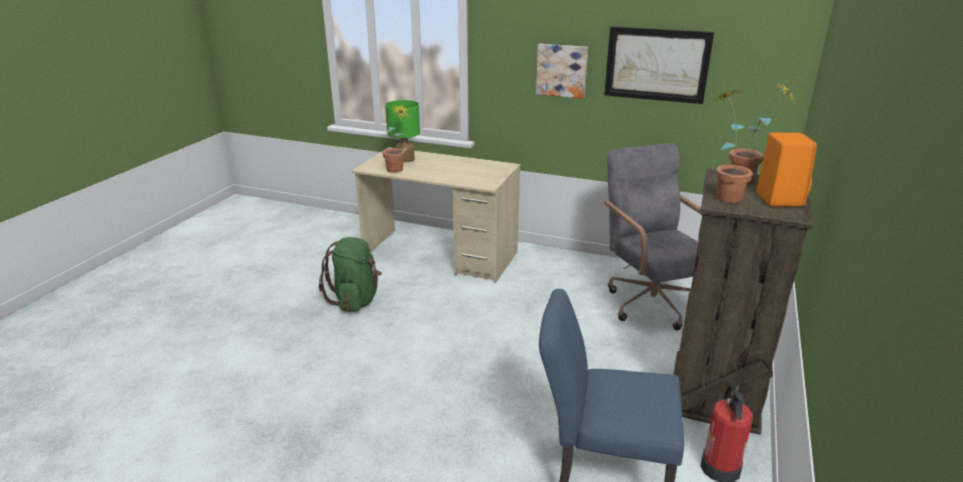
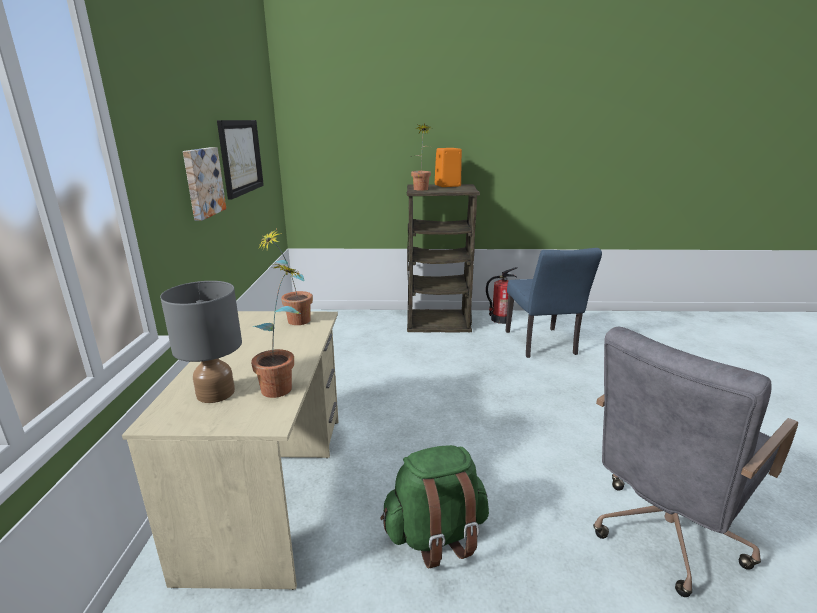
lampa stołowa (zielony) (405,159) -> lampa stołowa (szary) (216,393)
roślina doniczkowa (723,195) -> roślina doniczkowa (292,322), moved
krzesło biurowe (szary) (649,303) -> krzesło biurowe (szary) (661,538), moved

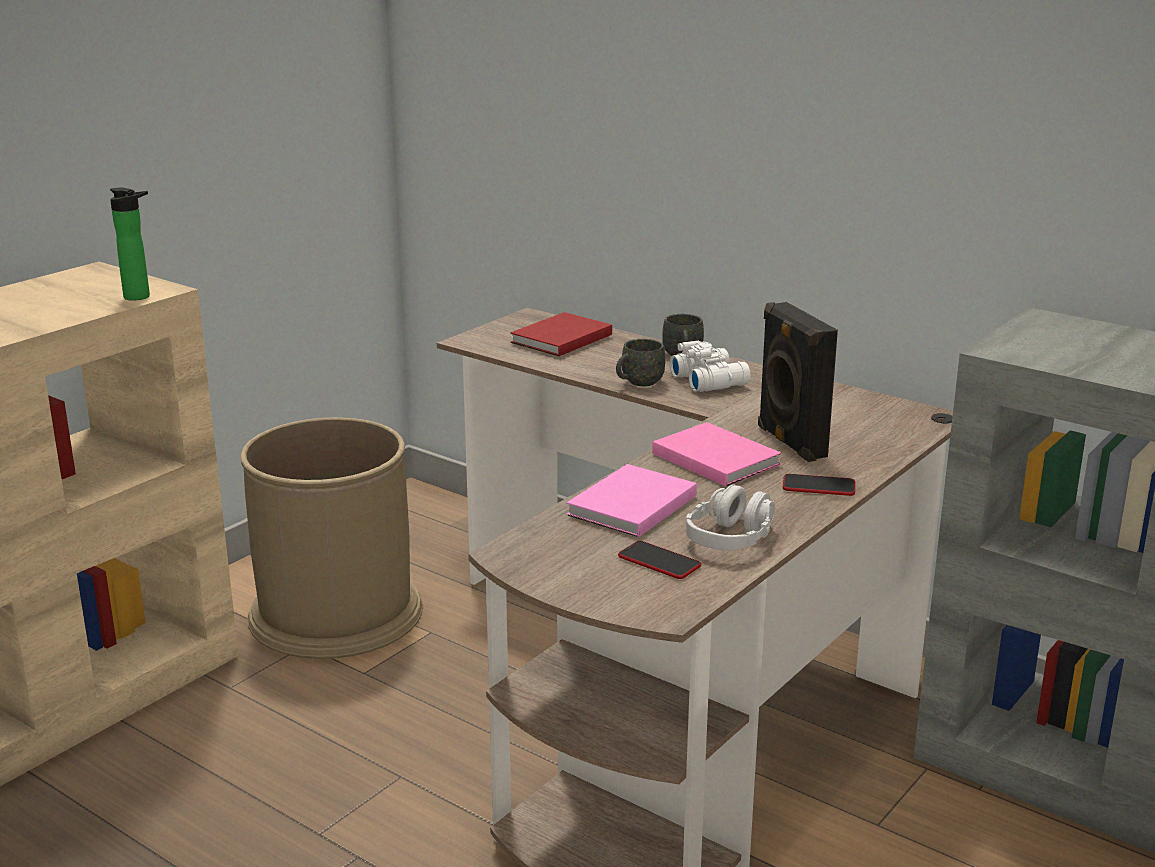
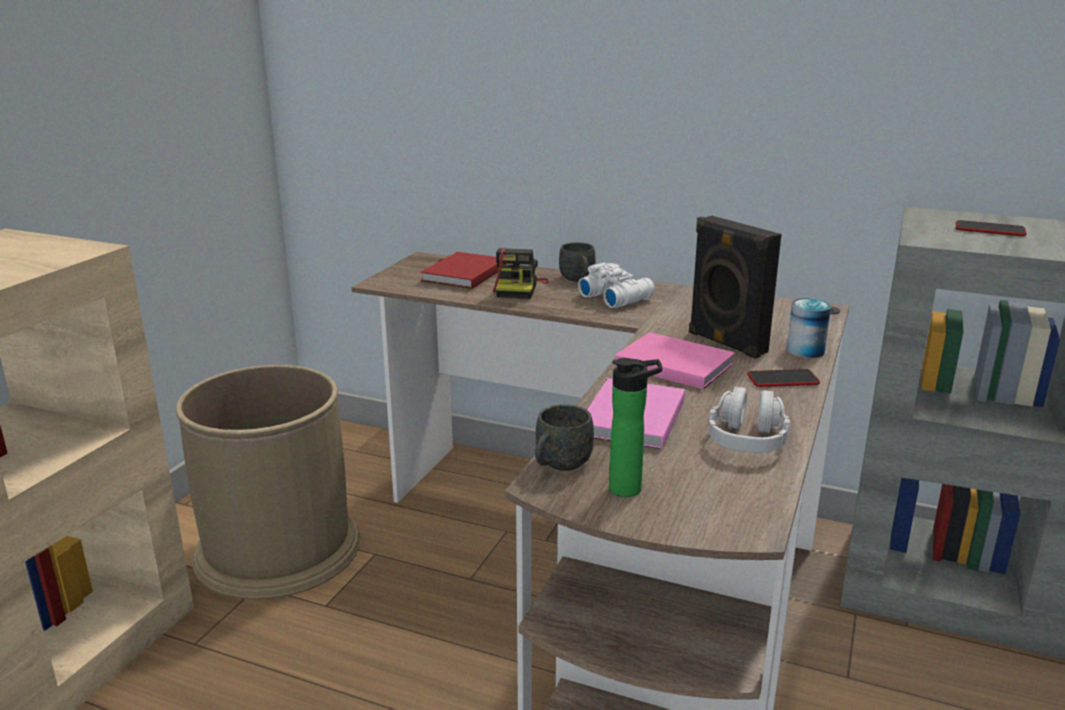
none -> aparat fotograficzny (519,288)
kubek (szary) (638,383) -> kubek (szary) (559,465), moved
butelka (140,297) -> butelka (630,489), moved
none -> puszka (805,350)
telefon (659,561) -> telefon (989,230), moved

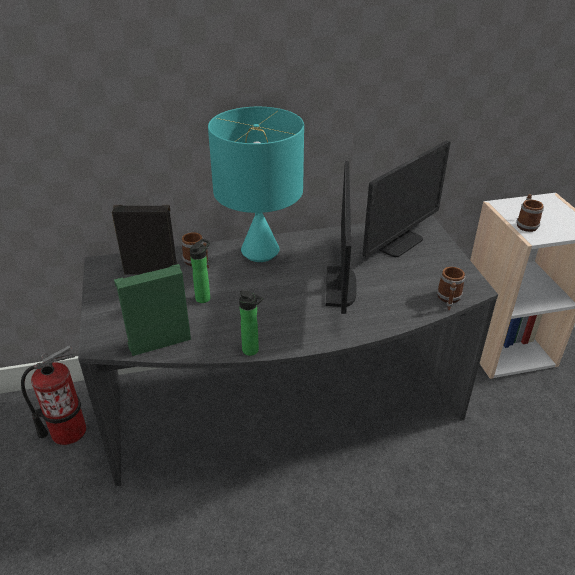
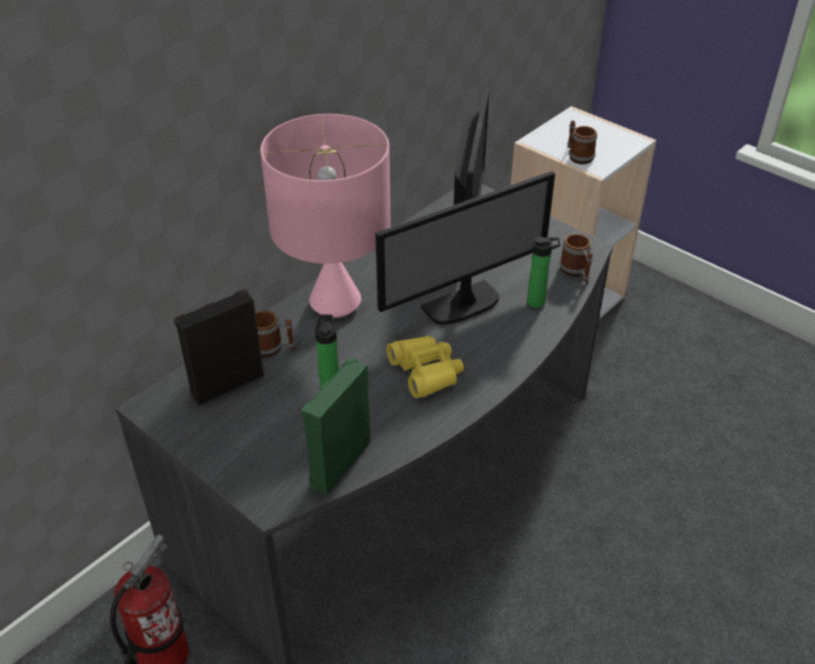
lampa stołowa (turkusowy) (260,253) -> lampa stołowa (różowy) (335,304)
monitor (341,287) -> monitor (463,305), 90 degrees clockwise
none -> lornetka (żółty) (426,372)
butelka (252,351) -> butelka (539,302), moved

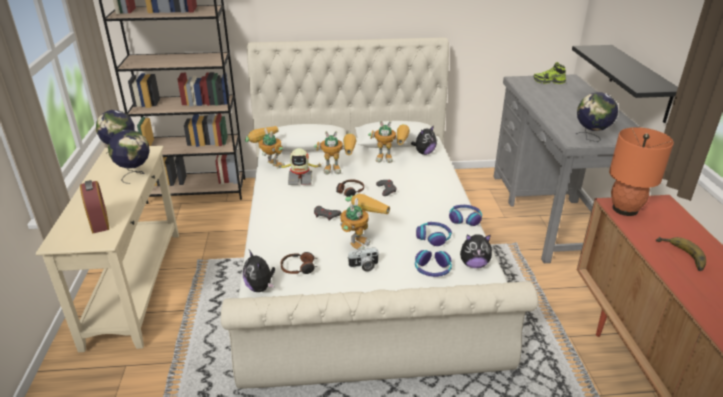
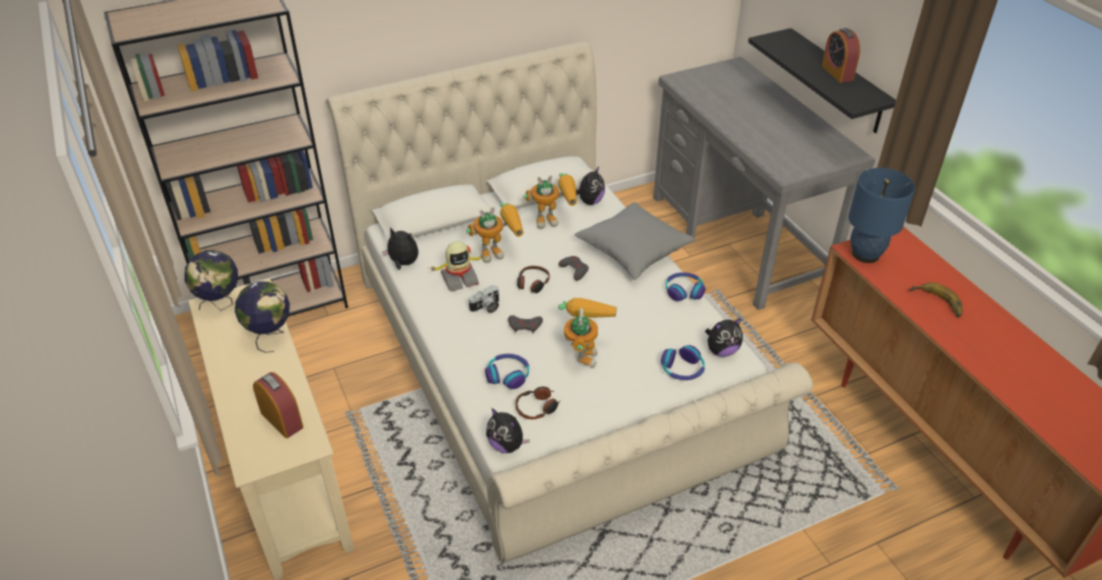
robot zabawkowy (269,164) -> pluszak (403,263)
aparat fotograficzny (364,266) -> aparat fotograficzny (486,307), moved
słuchawki (433,237) -> słuchawki (508,375), moved
none -> poduszka (szary) (633,250)
none -> budzik (837,73)
lampa stołowa (pomarańczowy) (625,209) -> lampa stołowa (niebieski) (865,254)
but (549,81) -> none
globus (591,138) -> none

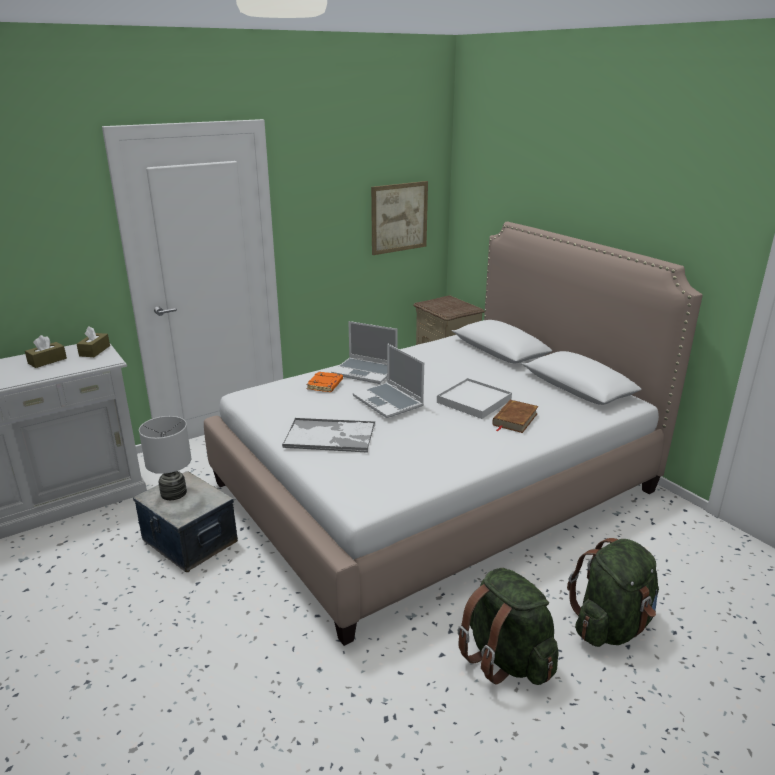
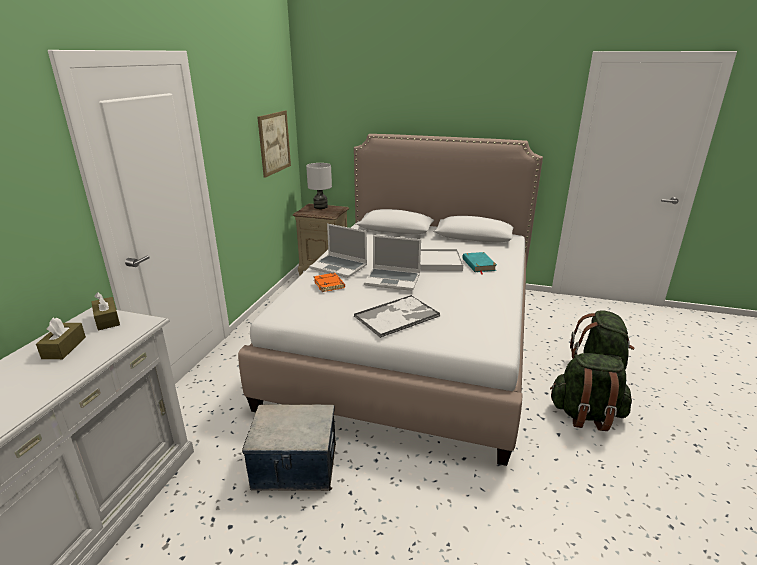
lampa stołowa (szary) (174,493) -> lampa stołowa (szary) (320,207), moved
laptop (366,372) -> laptop (339,267), 45 degrees clockwise
książka (brązowy) (514,419) -> książka (turkusowy) (478,265)

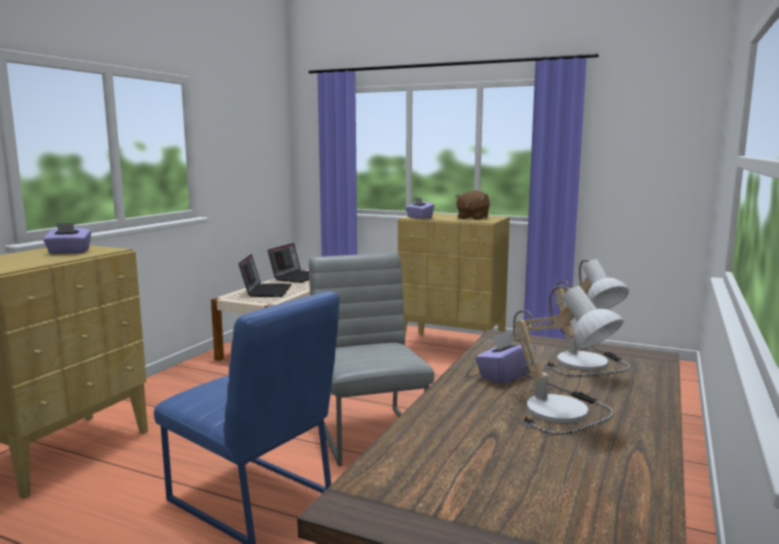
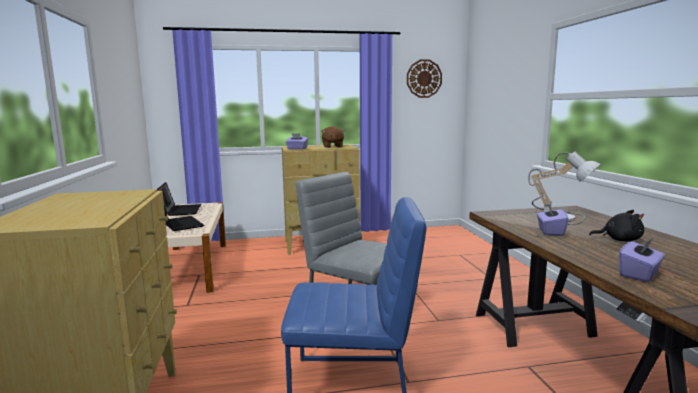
none -> zegar ścienny (424,78)
lampa stołowa (564,410) -> pluszak (czarny) (619,240)
pudełko chusteczek (fioletowy) (69,252) -> pudełko chusteczek (fioletowy) (639,274), moved

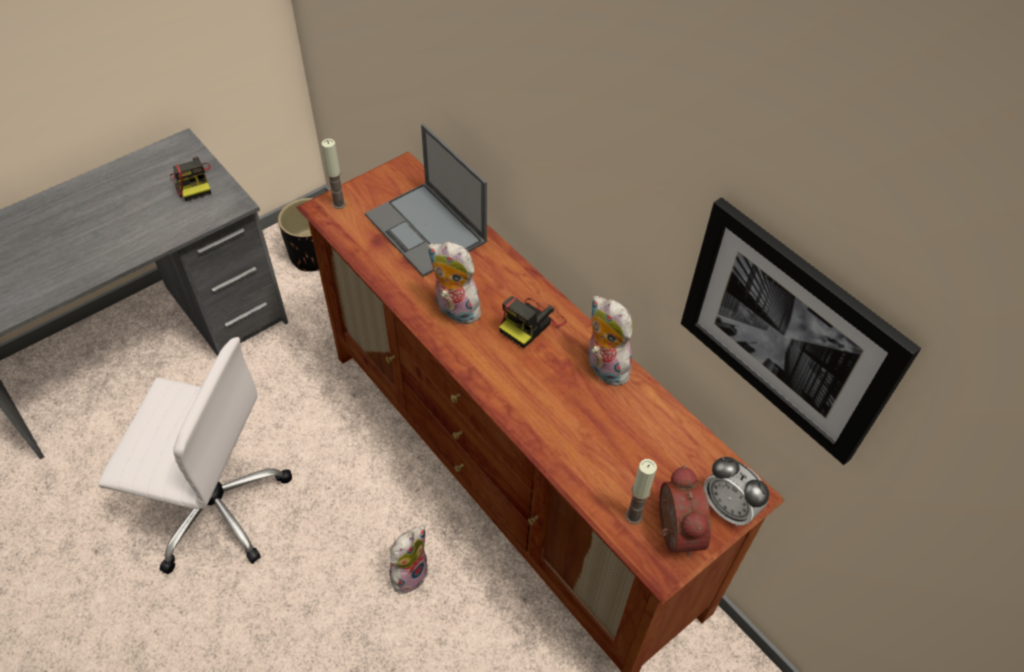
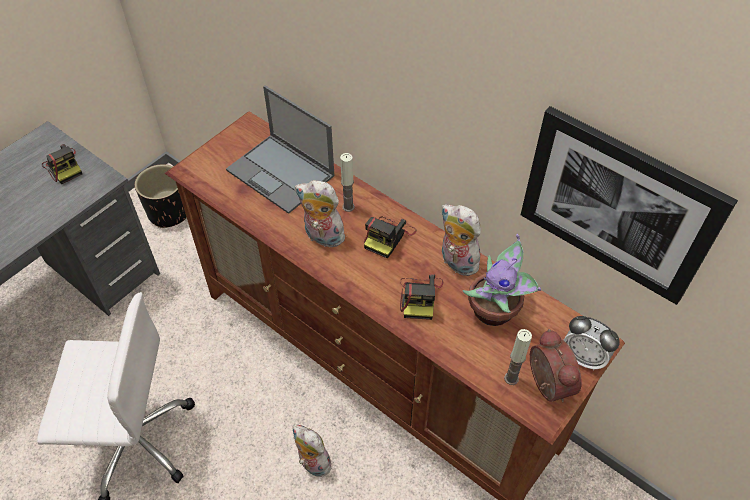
pluszak (408,572) -> pluszak (312,463), 75 degrees counterclockwise
świeca (339,204) -> świeca (348,207), moved
none -> aparat fotograficzny (420,297)
none -> roślina doniczkowa (495,311)

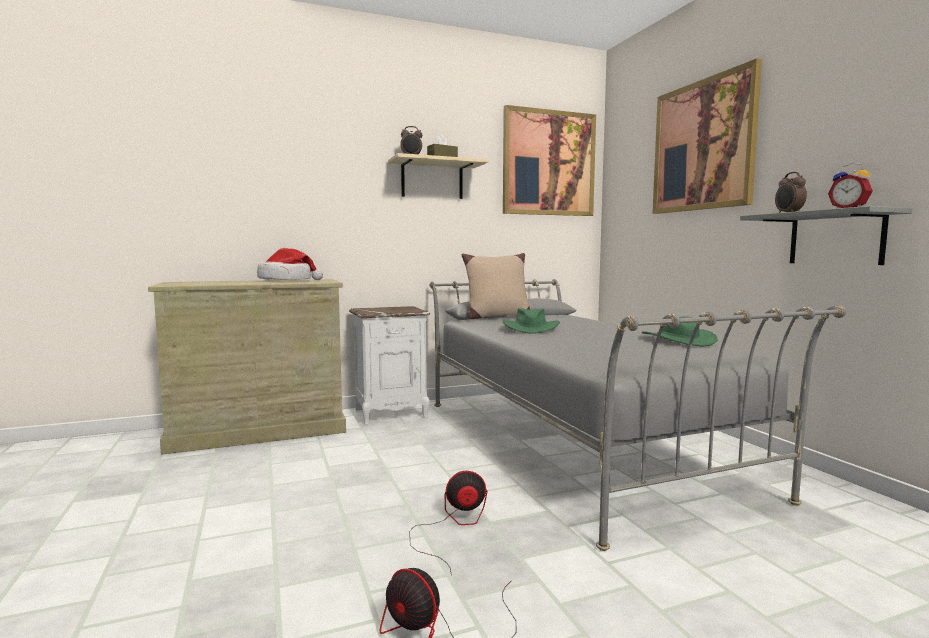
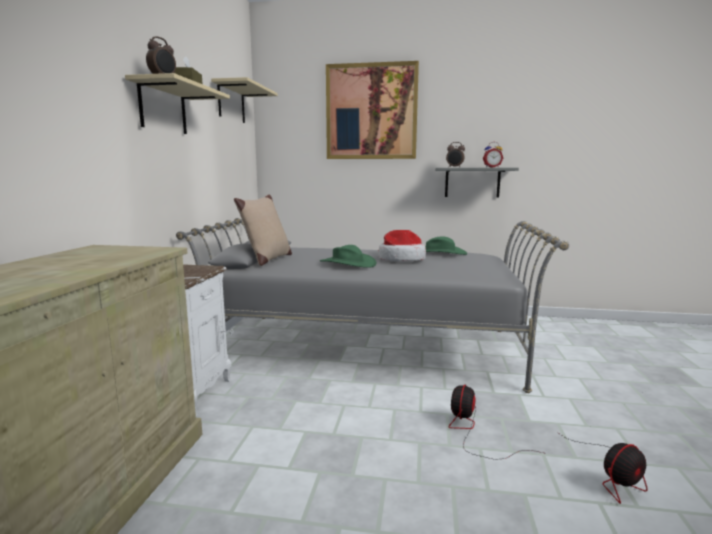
obraz (549,163) -> półka (beżowy) (231,103)
kapelusz (287,281) -> kapelusz (401,259), moved

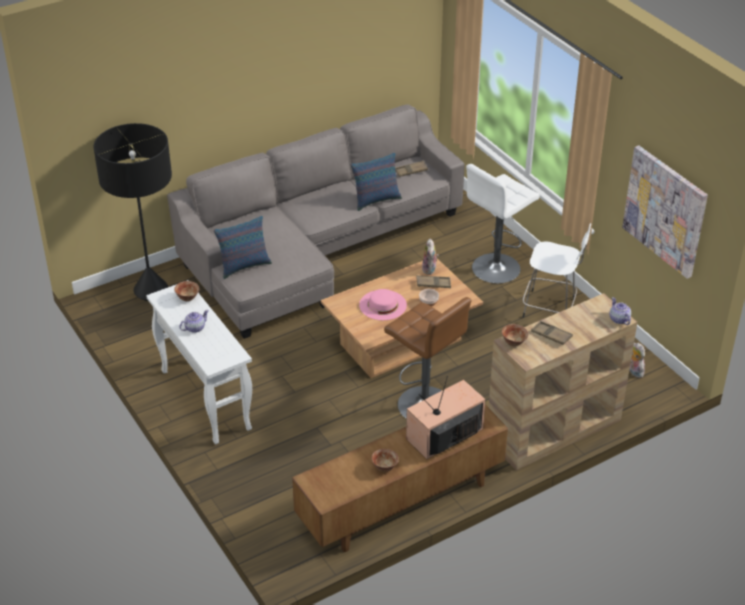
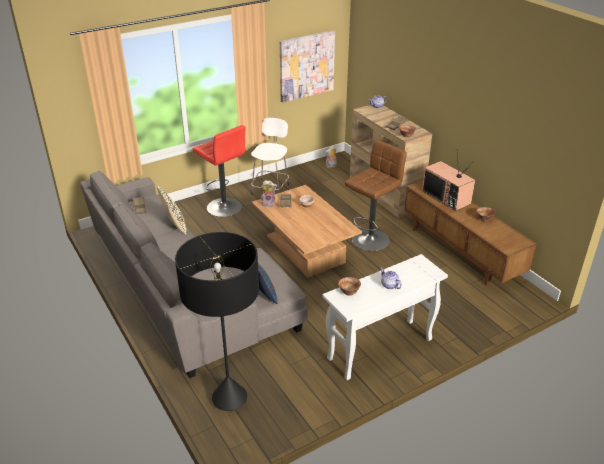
poduszka (niebieski) (376,201) -> poduszka (beżowy) (174,225)
stołek (biały) (495,268) -> stołek (czerwony) (224,207)
kapelusz (różowy) (383,305) -> none

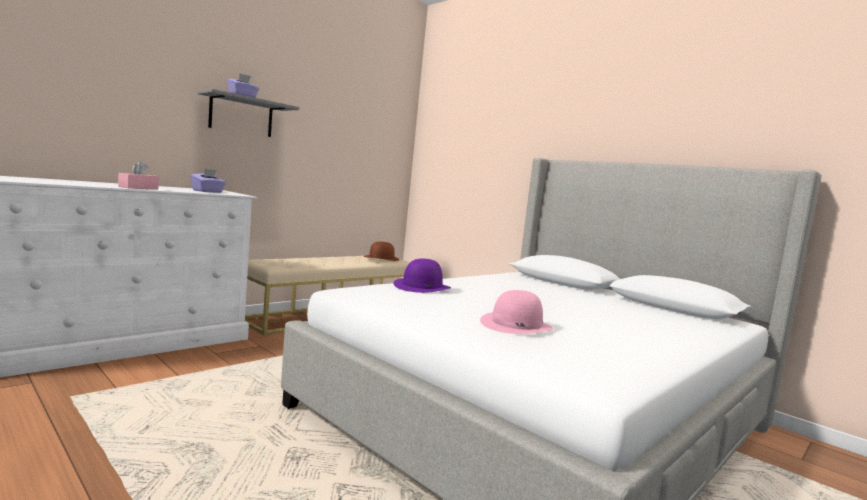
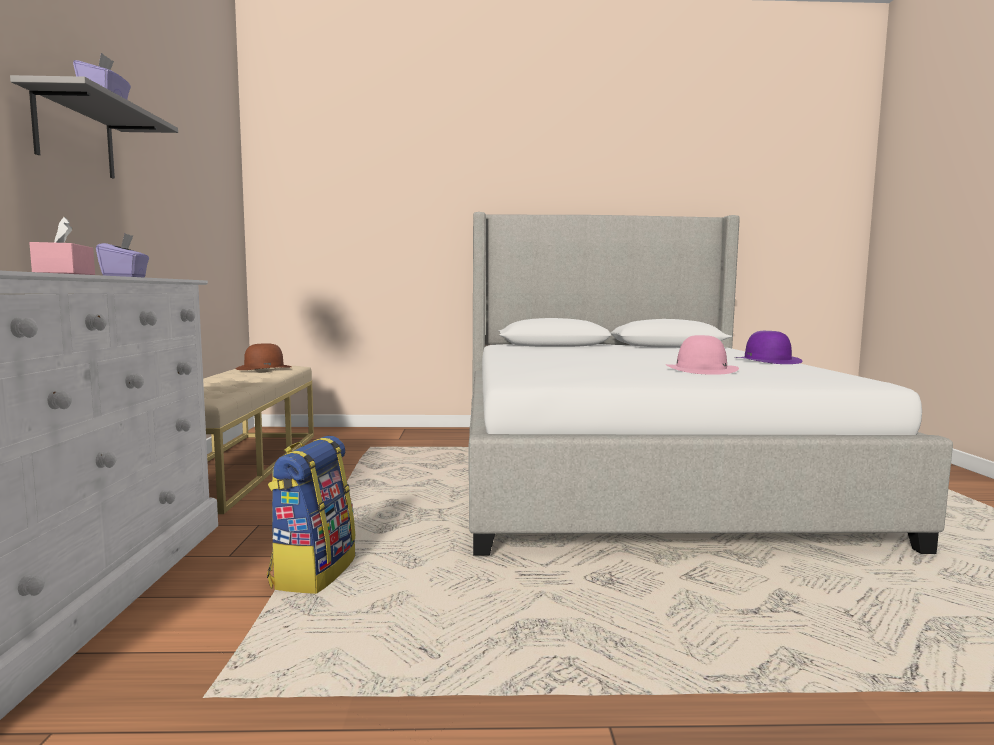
none -> plecak (313,572)
kapelusz (fioletowy) (422,287) -> kapelusz (fioletowy) (767,360), moved

